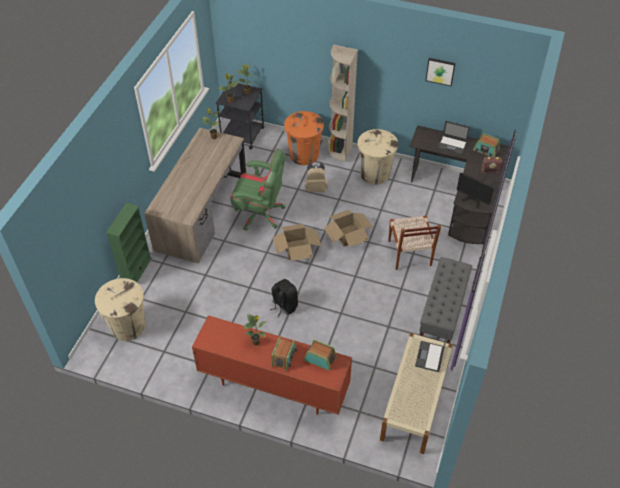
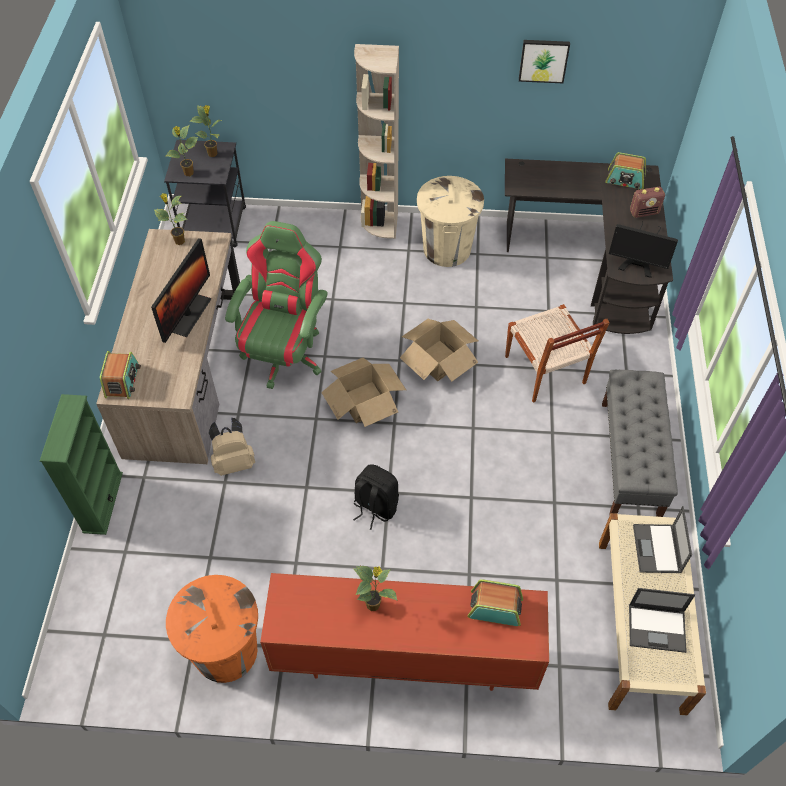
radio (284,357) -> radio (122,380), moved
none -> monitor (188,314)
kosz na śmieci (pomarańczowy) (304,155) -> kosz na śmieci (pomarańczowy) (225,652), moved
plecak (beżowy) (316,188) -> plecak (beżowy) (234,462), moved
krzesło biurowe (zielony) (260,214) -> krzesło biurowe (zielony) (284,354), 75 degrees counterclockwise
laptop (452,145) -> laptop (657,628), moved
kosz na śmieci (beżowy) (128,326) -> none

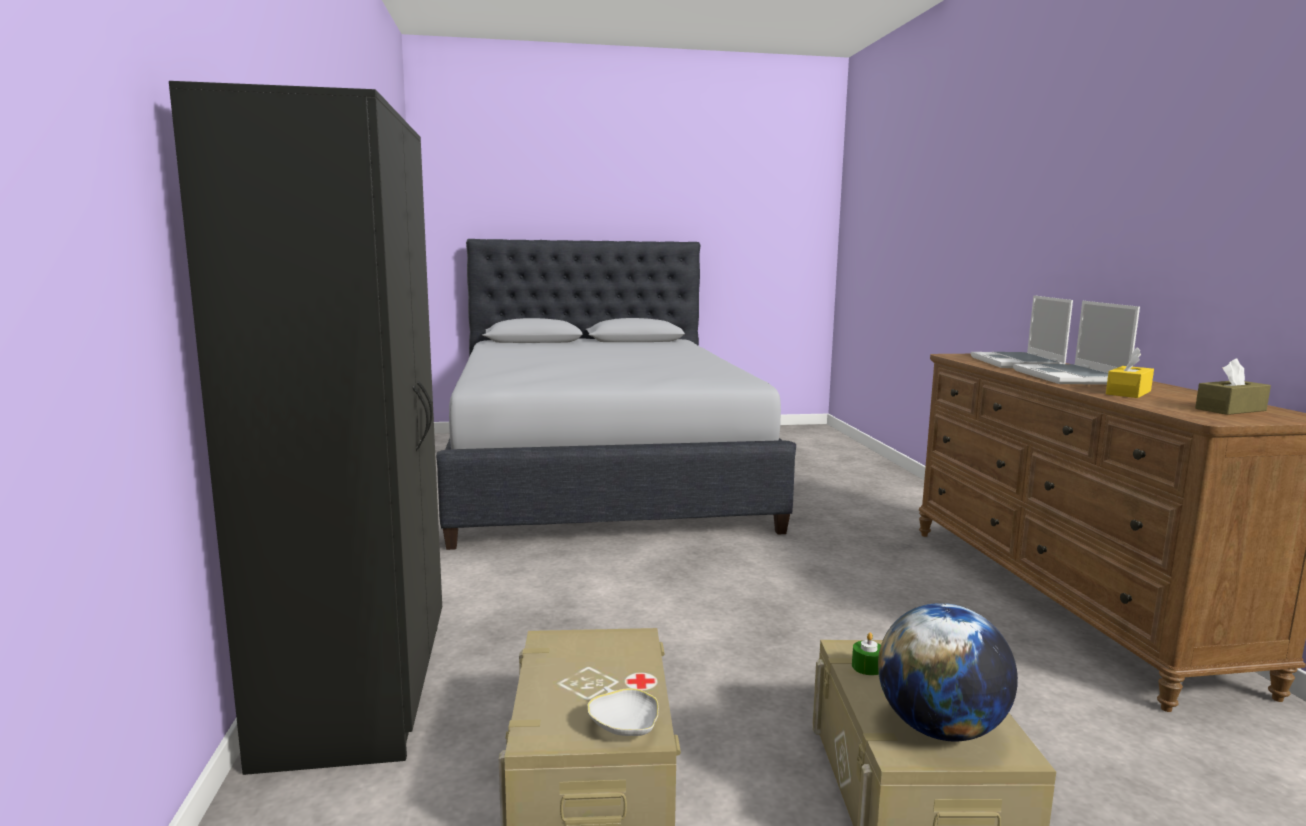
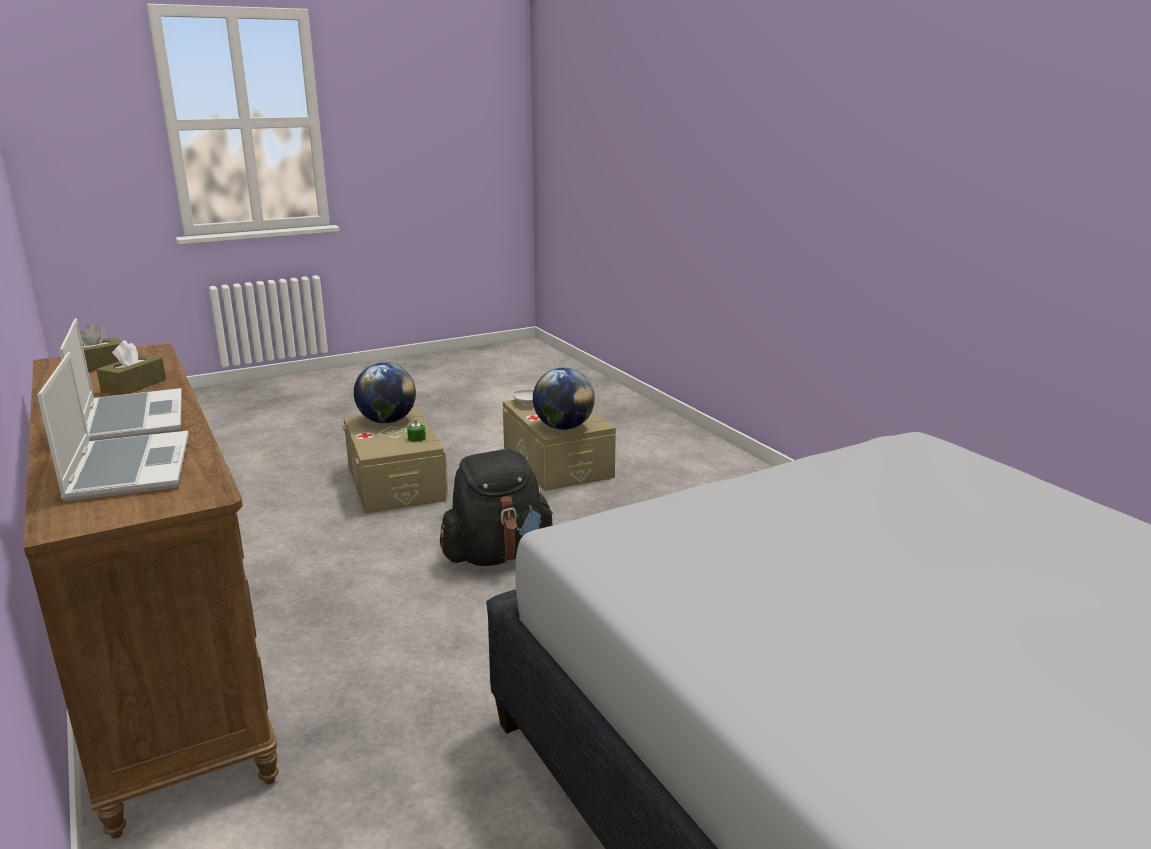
pudełko chusteczek (żółty) (1128,393) -> pudełko chusteczek (brązowy) (134,386)
none -> plecak (czarny) (497,555)
none -> globus (563,427)
szafa (czarny) (361,688) -> none

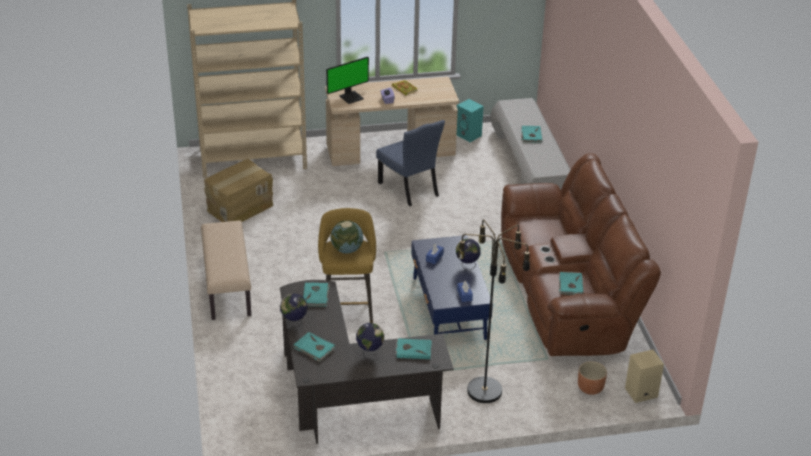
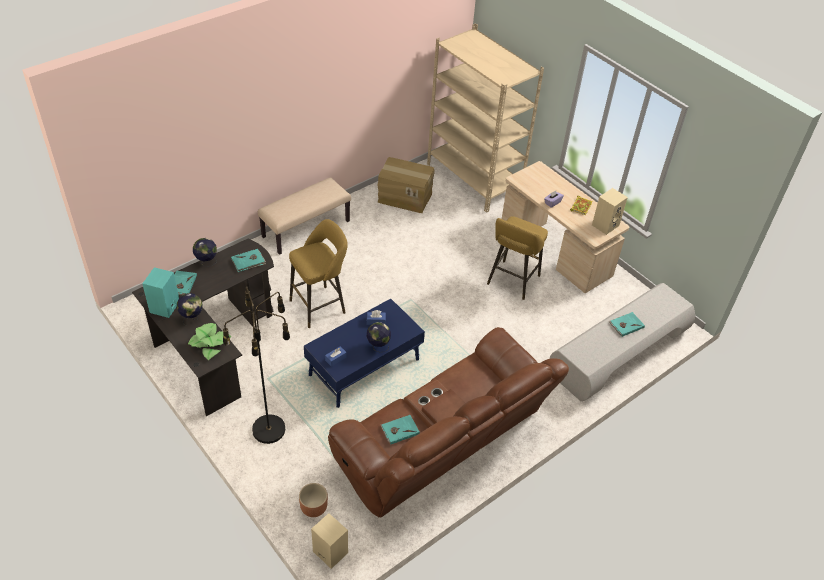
głośnik (turkusowy) (469,135) -> głośnik (turkusowy) (165,307), moved
książka (turkusowy) (413,350) -> roślina doniczkowa (210,343)
krzesło (niebieski) (409,188) -> stołek (żółty) (512,282)
none -> głośnik (beżowy) (605,224)
monitor (351,97) -> none
globus (347,250) -> none

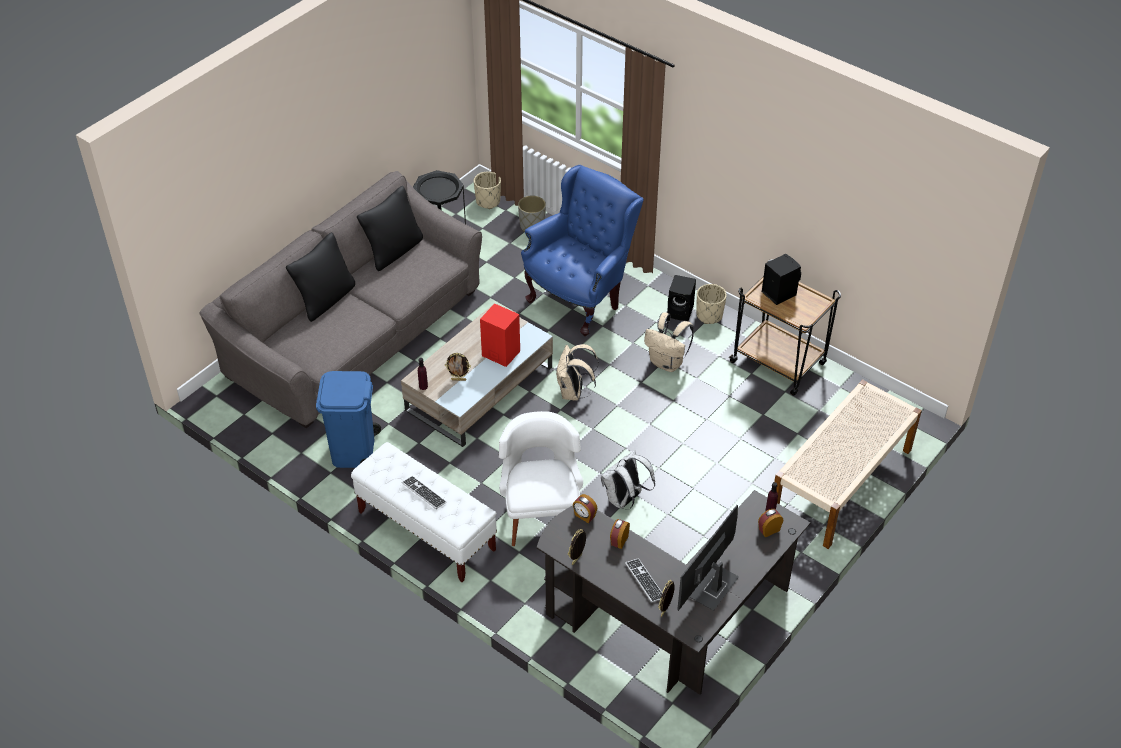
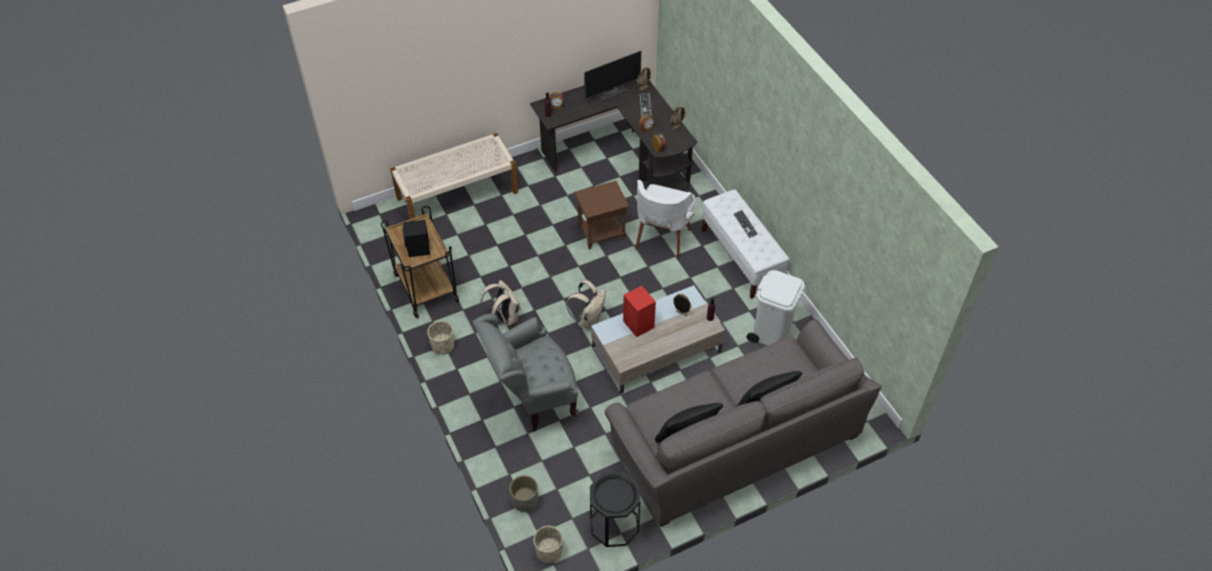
fotel (niebieski) (580,299) -> fotel (szary) (532,401)
plecak (biały) (625,500) -> stolik (brązowy) (601,232)
kosz na śmieci (niebieski) (354,452) -> kosz na śmieci (biały) (771,332)
głośnik (czarny) (681,311) -> none

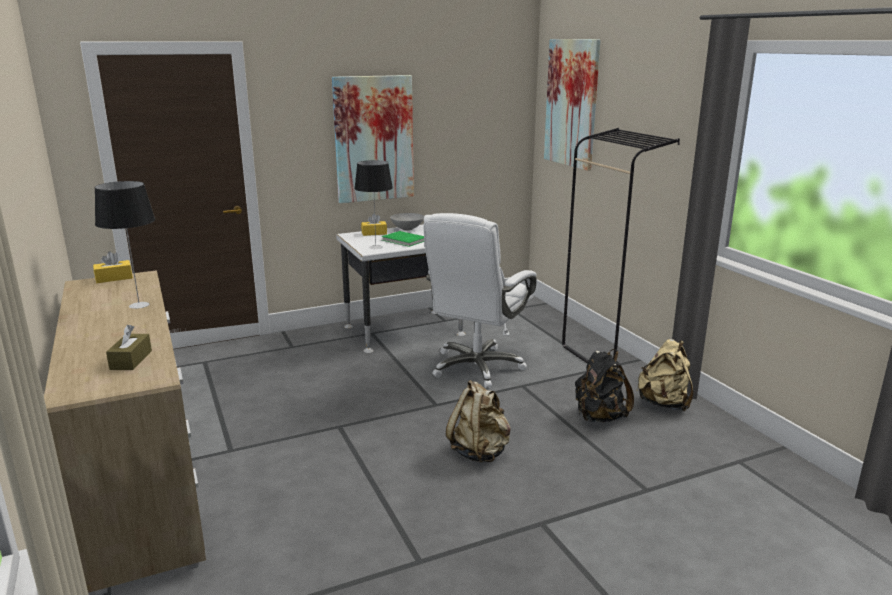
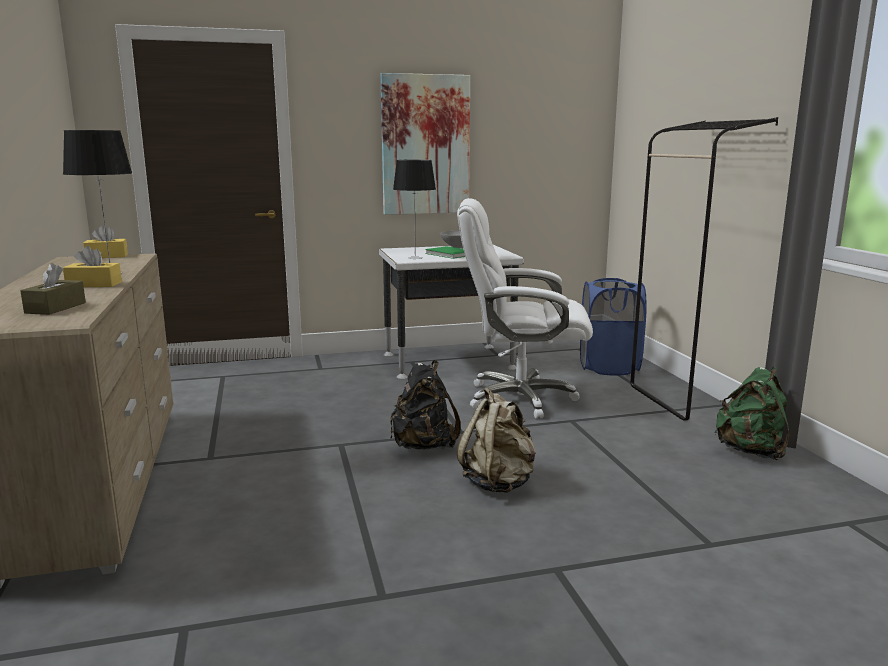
pudełko chusteczek (żółty) (374,233) -> pudełko chusteczek (żółty) (94,284), moved
plecak (czarny) (599,417) -> plecak (czarny) (424,446), moved
krzesło biurowe (biały) (477,365) -> krzesło biurowe (biały) (523,398), 60 degrees clockwise
none -> kosz na pranie (niebieski) (609,367)
plecak (beżowy) (664,403) -> plecak (zielony) (751,451)
obraz (571,103) -> none

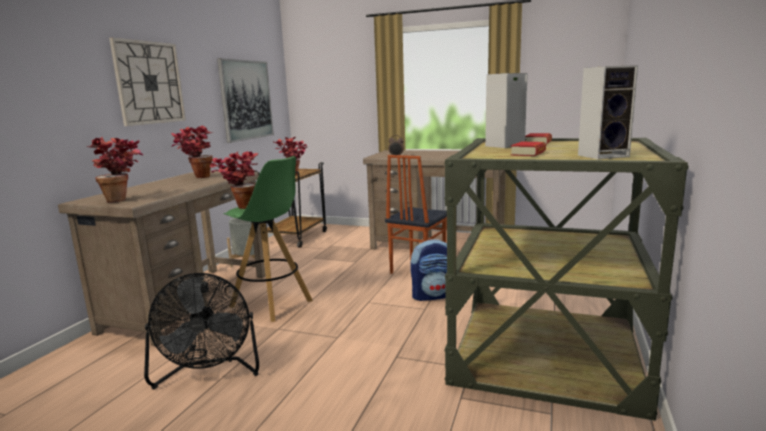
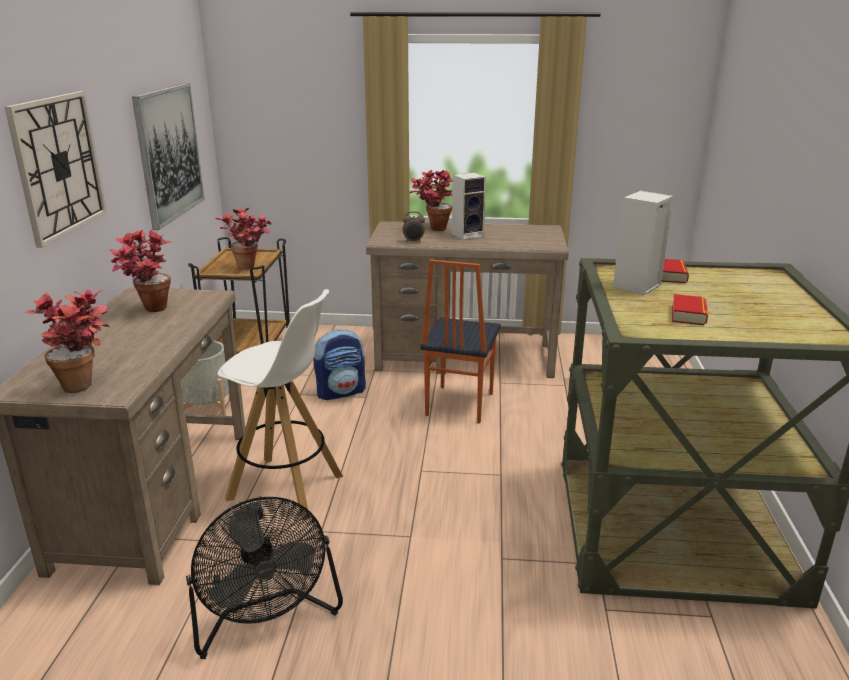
stołek (zielony) (272,304) -> stołek (biały) (287,488)
plecak (433,295) -> plecak (341,392), moved
roślina doniczkowa (240,207) -> roślina doniczkowa (432,229), moved
głośnik (604,156) -> głośnik (468,235), moved

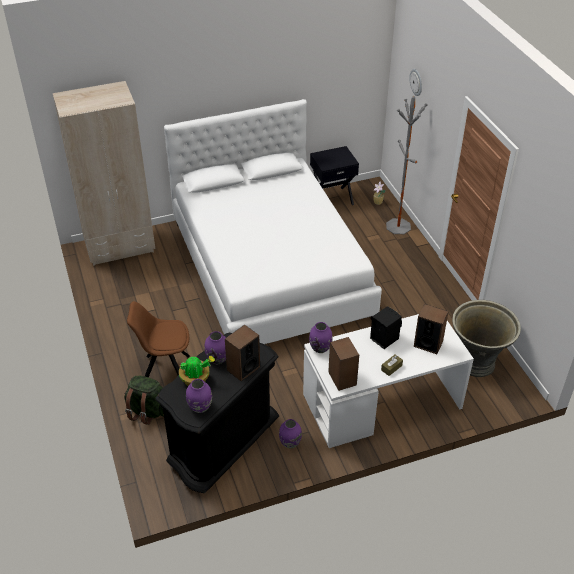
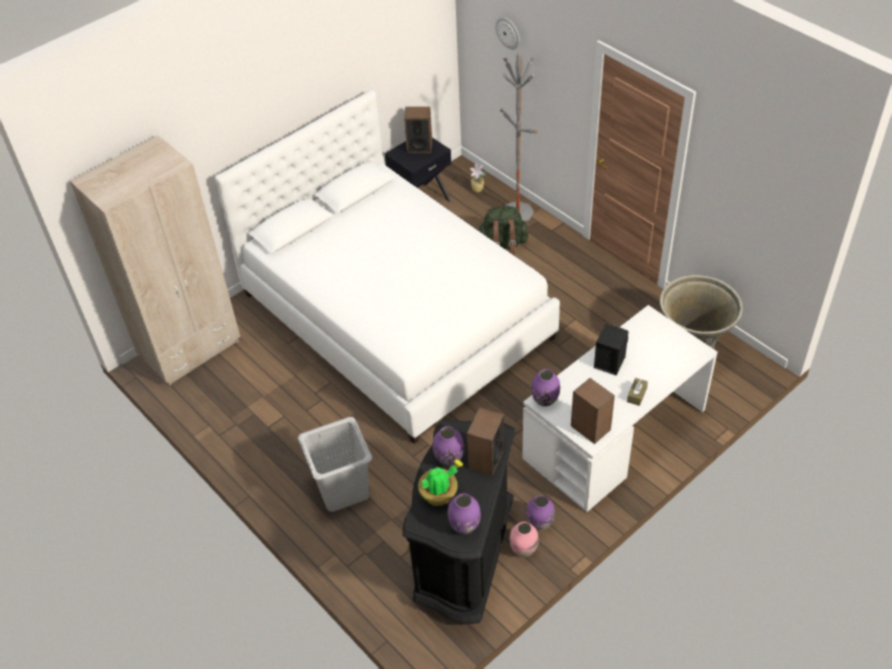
krzesło (brązowy) (165,370) -> kosz na pranie (szary) (342,489)
głośnik (428,344) -> głośnik (419,147), moved
plecak (zielony) (148,411) -> plecak (zielony) (502,245), moved
none -> wazon (różowy) (523,549)

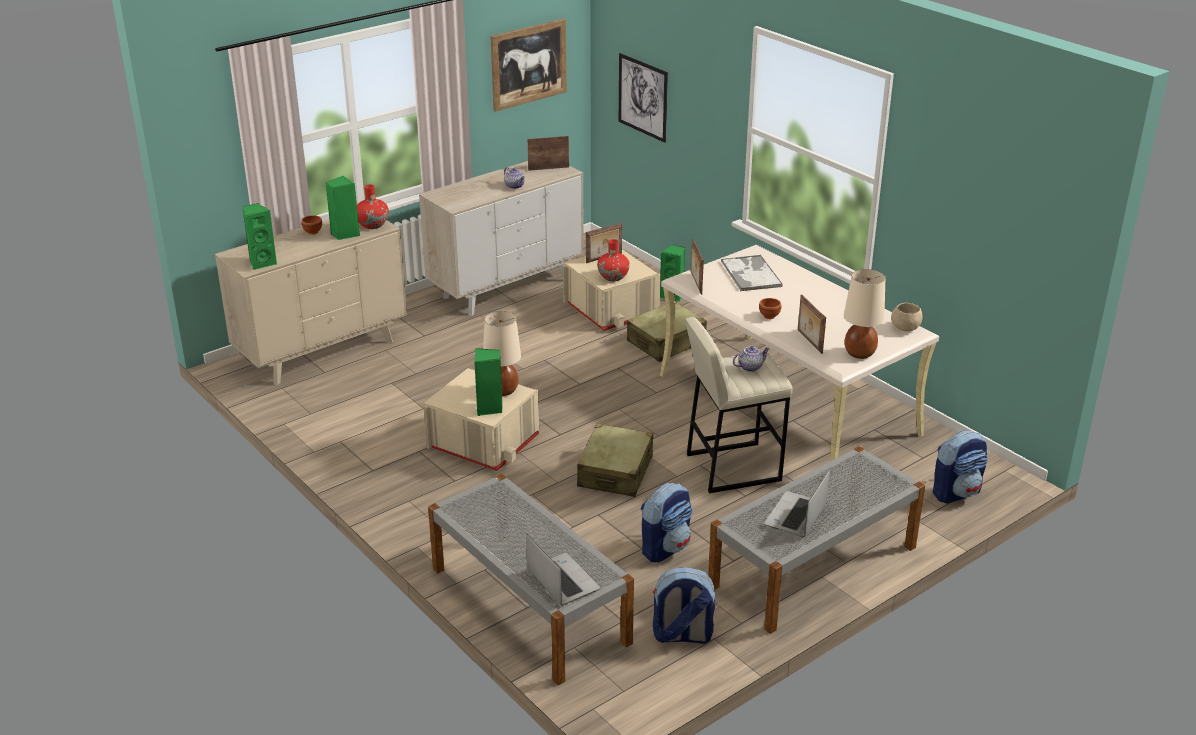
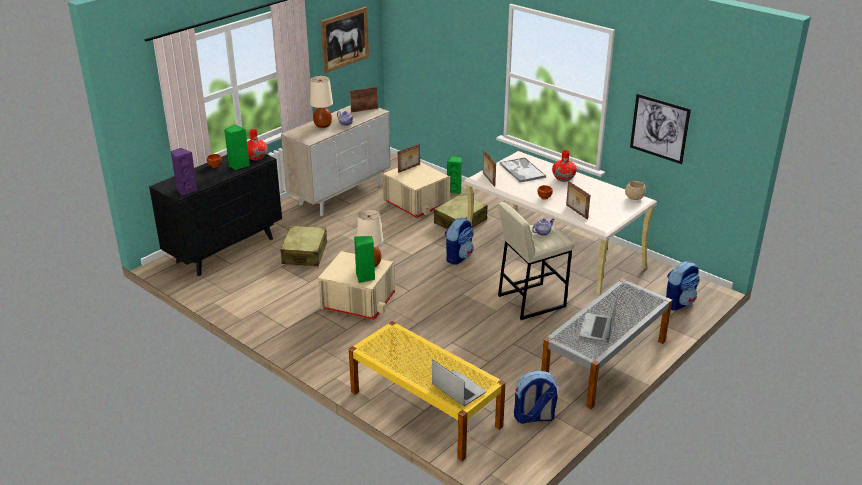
komoda (beżowy) (322,352) -> komoda (czarny) (225,250)
głośnik (zielony) (262,263) -> głośnik (fioletowy) (186,190)
walizka (beżowy) (615,472) -> walizka (beżowy) (305,253), moved
lampa stołowa (beżowy) (859,353) -> lampa stołowa (beżowy) (322,125), moved
ławka (szary) (528,606) -> ławka (żółty) (424,409)
plecak (665,548) -> plecak (458,257), moved
wazon (czerwony) (613,277) -> wazon (czerwony) (563,178), moved
obraz (643,97) -> obraz (659,128), moved

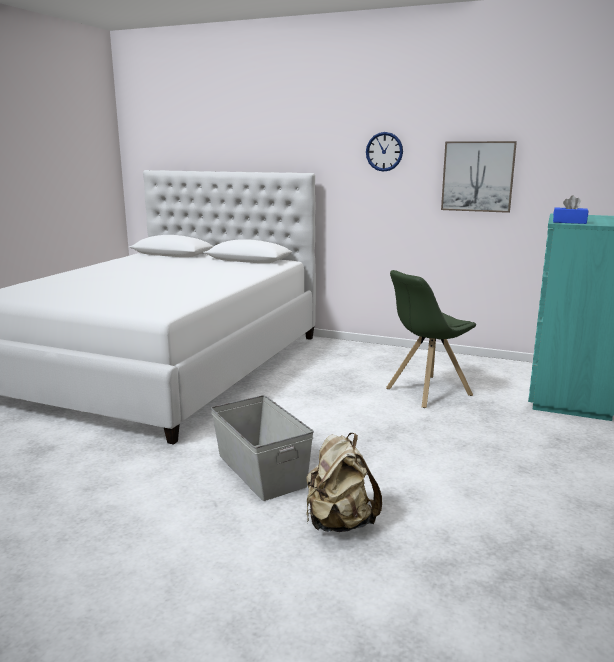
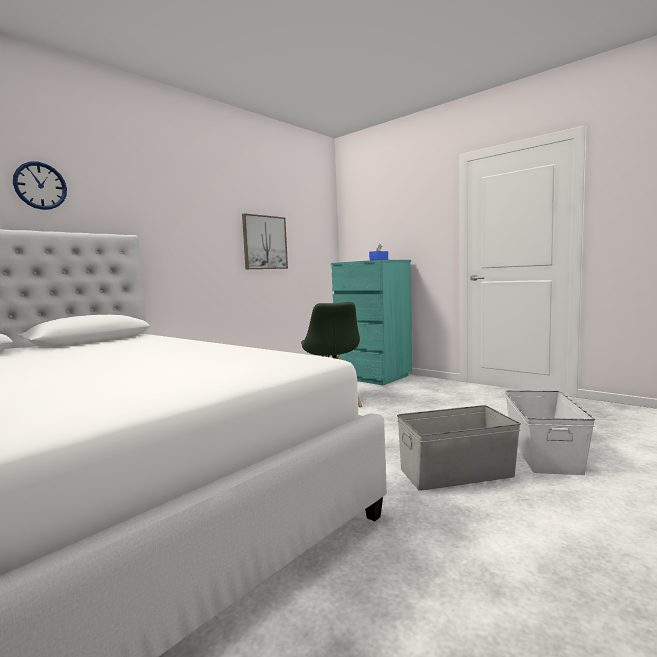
zegar ścienny (384,151) -> zegar ścienny (40,186), moved
plecak (beżowy) (339,523) -> pojemnik do przechowywania (biały) (544,453)

